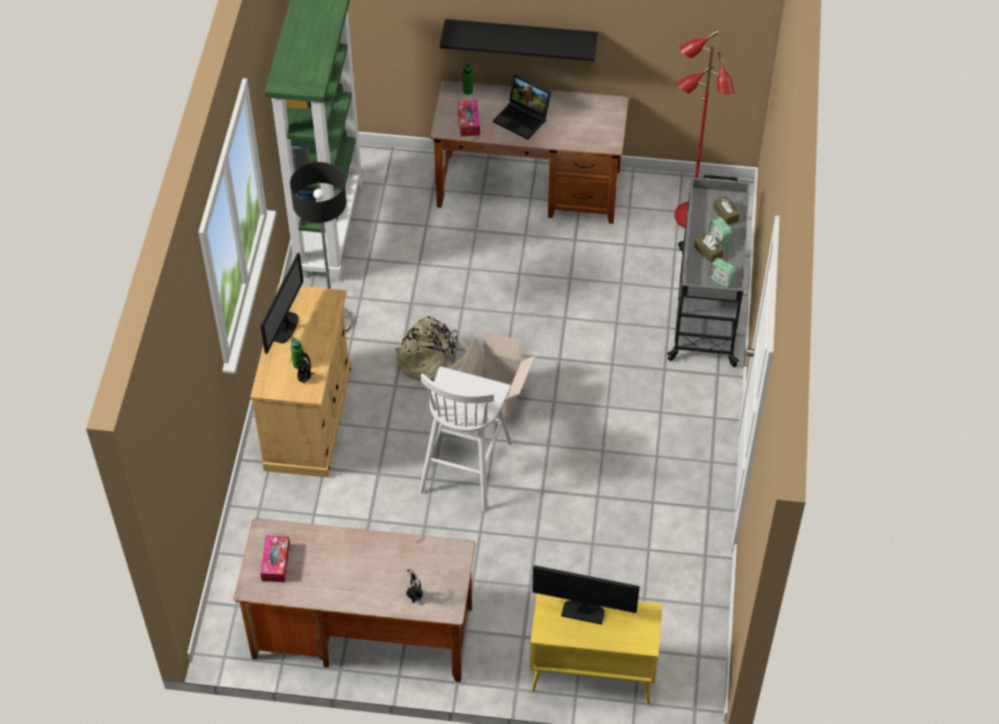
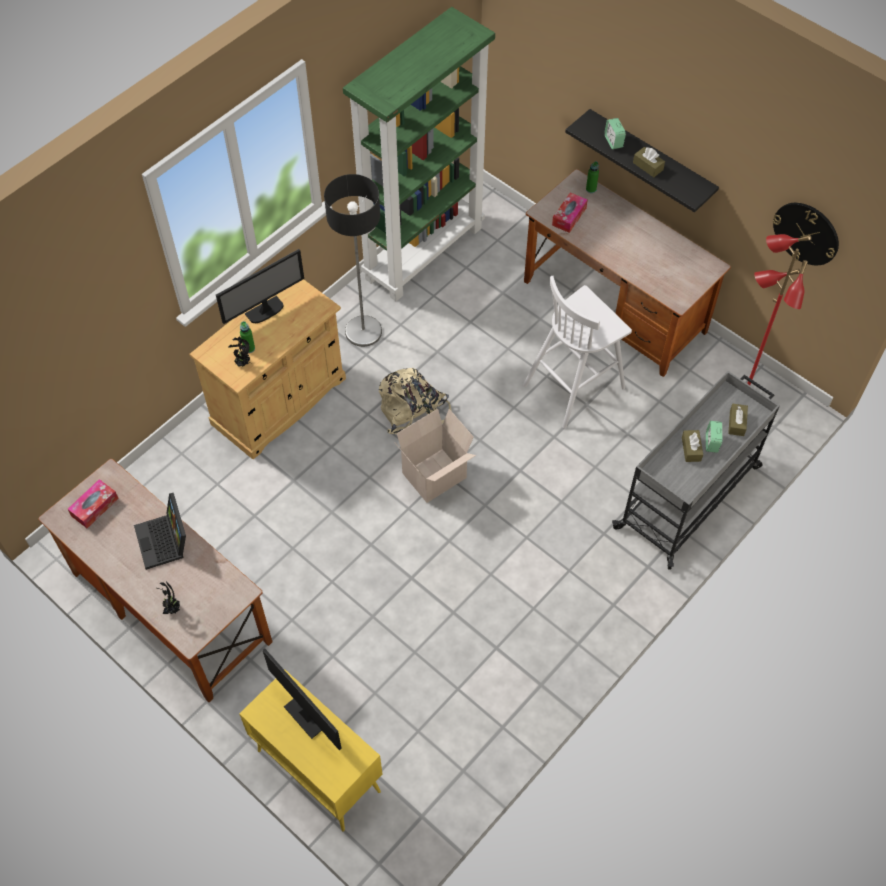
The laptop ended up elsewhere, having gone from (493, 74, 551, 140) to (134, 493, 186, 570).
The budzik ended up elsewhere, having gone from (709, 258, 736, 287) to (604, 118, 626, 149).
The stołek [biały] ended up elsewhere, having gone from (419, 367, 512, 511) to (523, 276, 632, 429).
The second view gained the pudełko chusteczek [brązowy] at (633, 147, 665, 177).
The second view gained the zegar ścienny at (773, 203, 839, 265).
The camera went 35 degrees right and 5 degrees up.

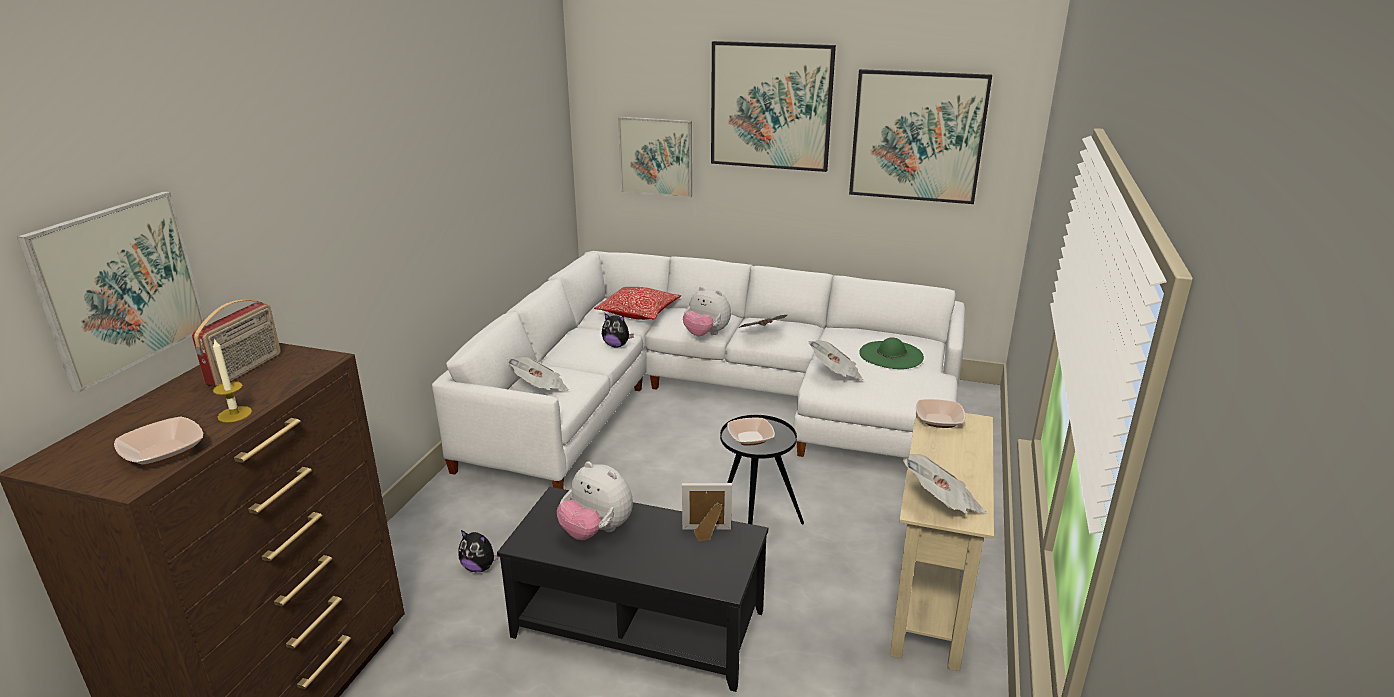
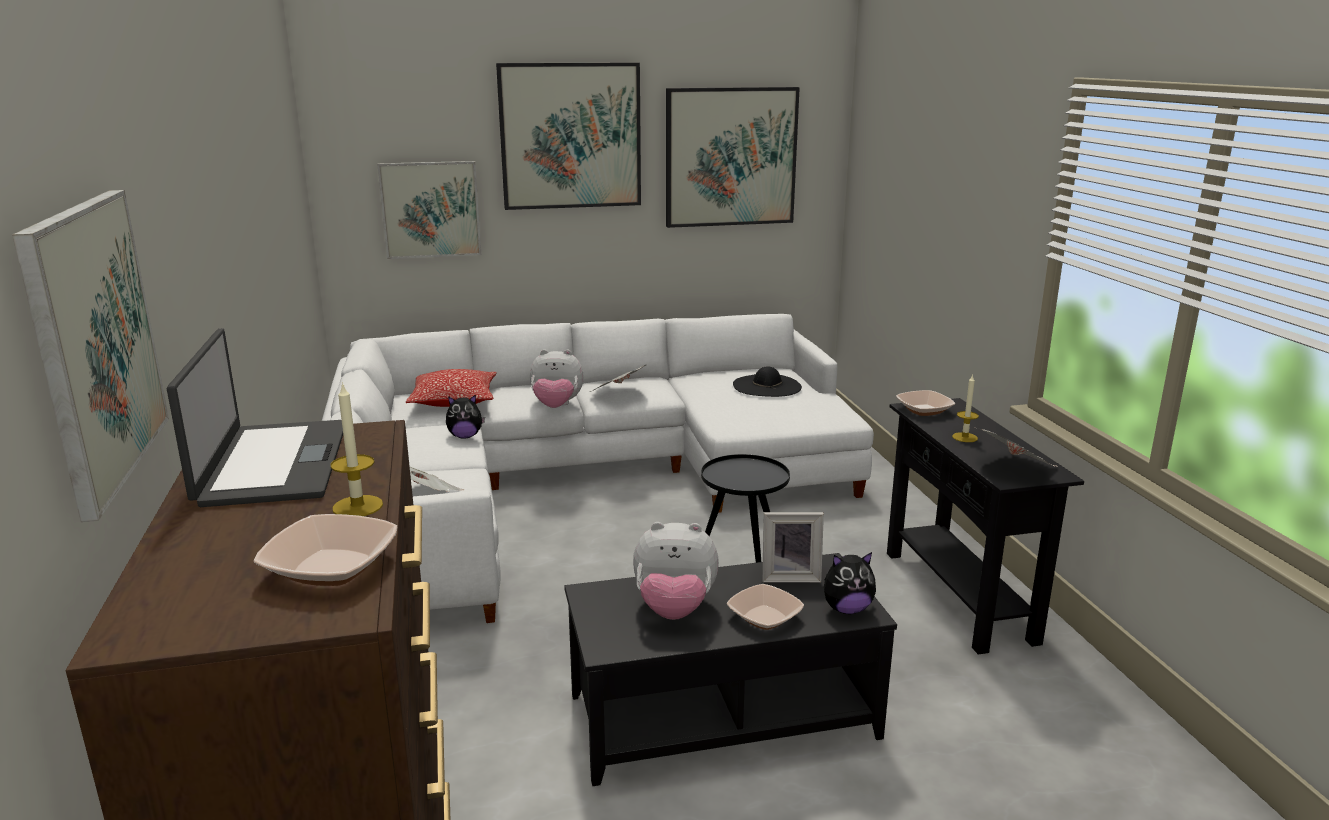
Where the radio stood at (192, 300, 281, 387), the laptop came to stand at (167, 328, 343, 507).
What was the kapelusz [zielony] at (859, 337, 924, 369) turned into the kapelusz [czarny] at (733, 366, 802, 397).
The second view lost the gazeta at (809, 340, 863, 380).
What was the stolik konsolowy [beżowy] at (890, 412, 994, 671) turned into the stolik konsolowy [czarny] at (887, 398, 1084, 655).
The miska ended up elsewhere, having gone from (727, 418, 775, 446) to (727, 584, 804, 630).
The ramka na zdjęcie at (682, 483, 732, 541) ended up facing another way, 150 degrees counterclockwise from before.
The pluszak ended up elsewhere, having gone from (458, 530, 500, 572) to (824, 552, 876, 614).
The second view gained the świeca at (952, 374, 979, 442).
The camera went 30 degrees left and 5 degrees down.

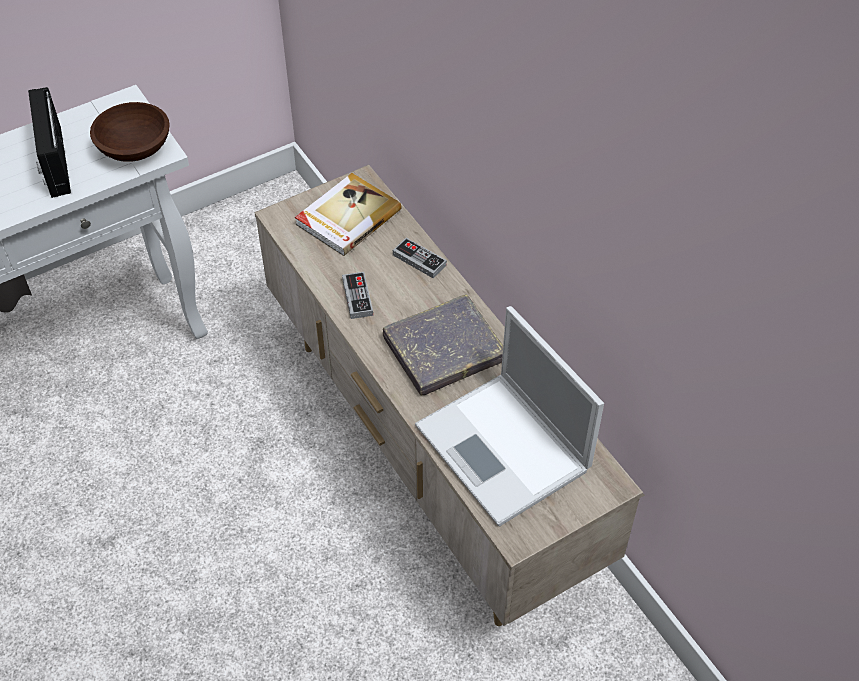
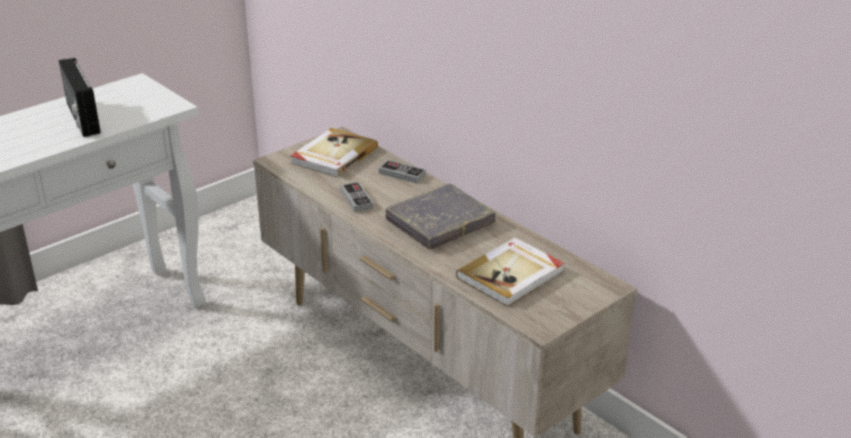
The second view lost the miska [brązowy] at (90, 102, 170, 162).
Where the laptop stood at (415, 306, 604, 526), the książka came to stand at (456, 238, 565, 307).
The camera went 10 degrees left and 20 degrees down.

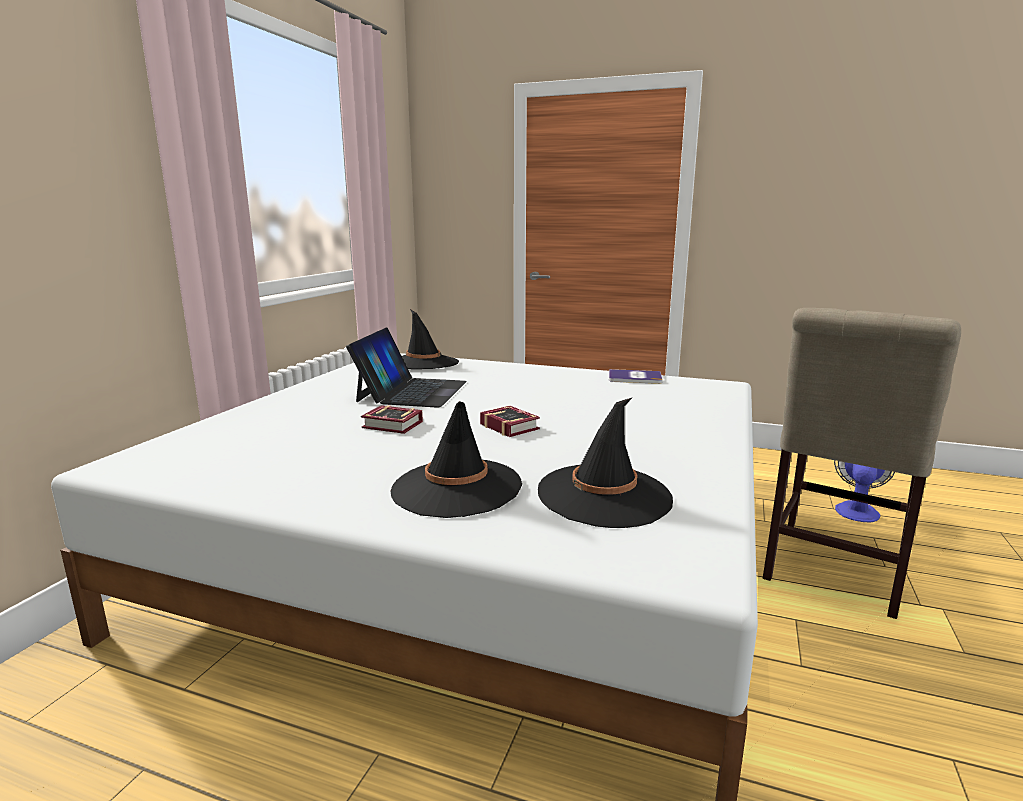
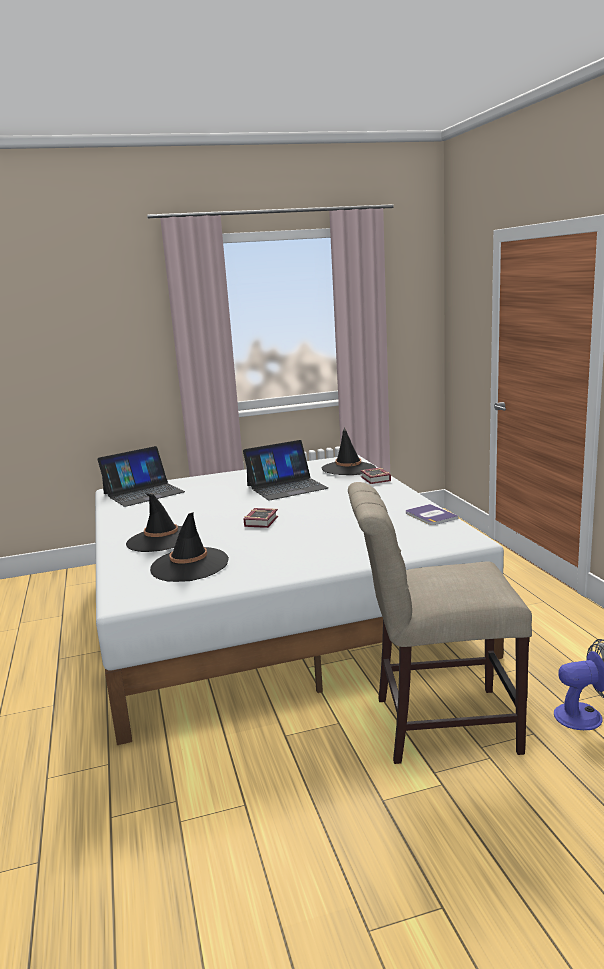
The książka ended up elsewhere, having gone from (361, 405, 423, 434) to (360, 468, 391, 484).
The second view gained the laptop at (97, 446, 185, 507).
The camera went 55 degrees right and 0 degrees up.

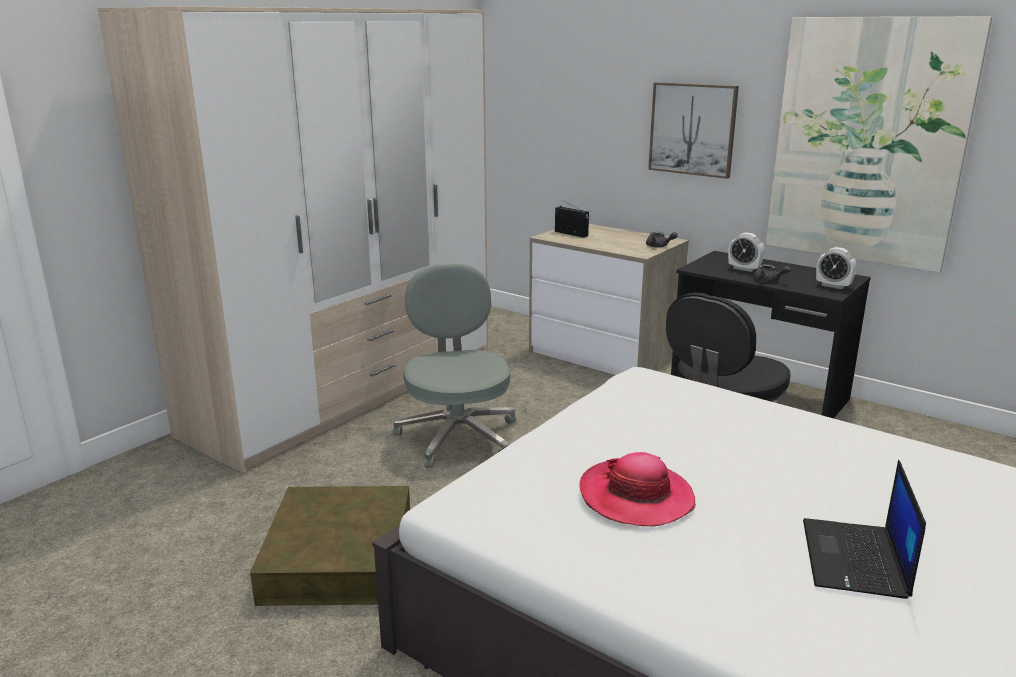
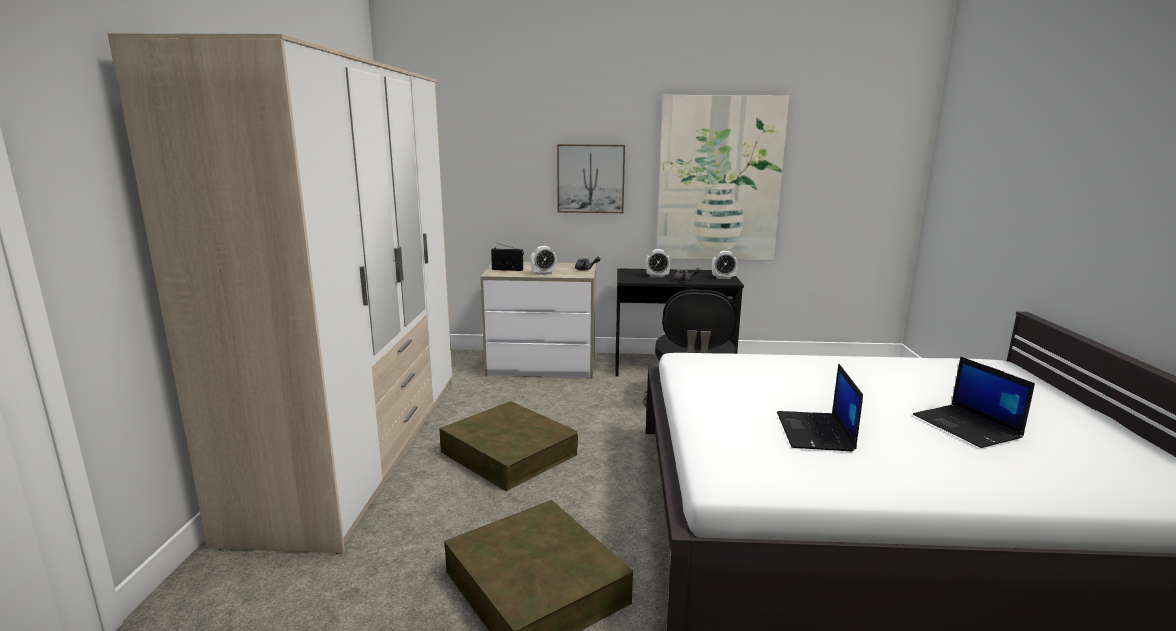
Where the krzesło biurowe [szary] stood at (393, 263, 516, 468), the pojemnik do przechowywania [brązowy] came to stand at (439, 401, 578, 491).
Where the kapelusz stood at (579, 452, 696, 526), the laptop came to stand at (777, 363, 863, 452).
The second view gained the budzik at (531, 246, 557, 275).
The camera went 35 degrees left and 5 degrees down.

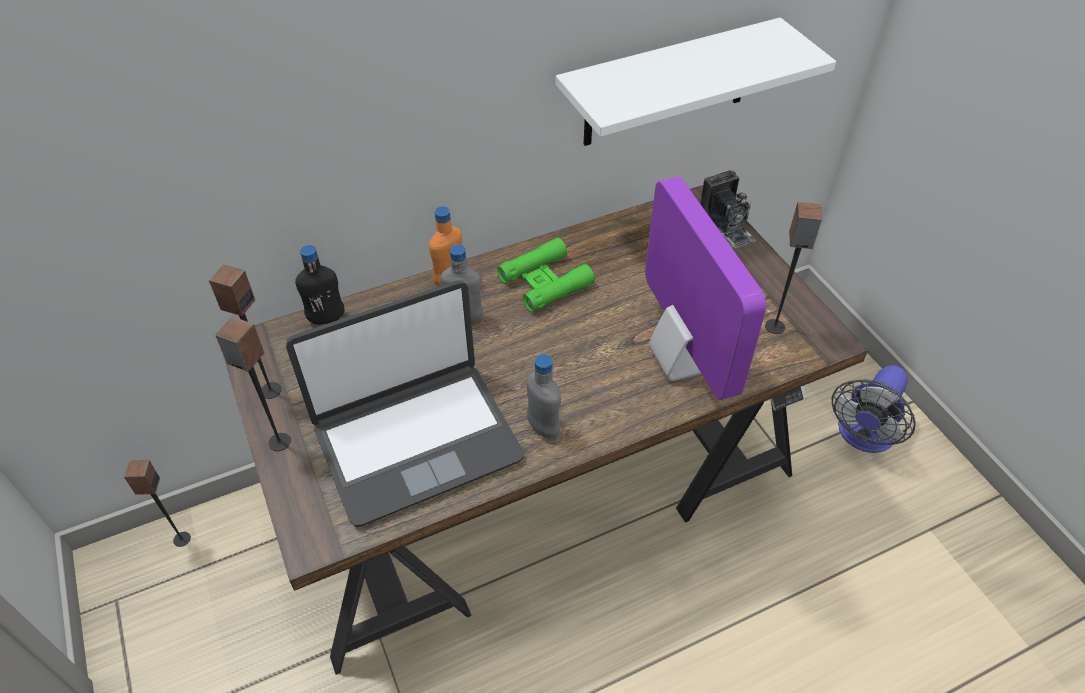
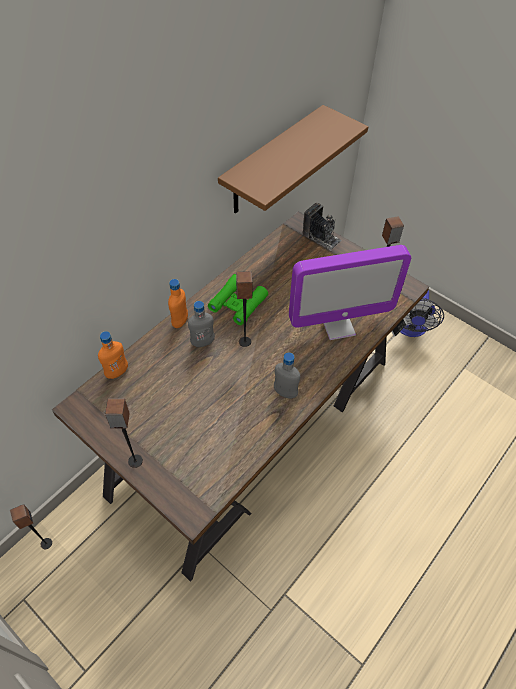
What was the półka [biały] at (556, 18, 836, 146) turned into the półka [brązowy] at (218, 105, 368, 214).
The monitor at (645, 177, 766, 400) ended up facing another way, 120 degrees clockwise from before.
What was the butelka [czarny] at (295, 245, 345, 324) turned into the butelka [pomarańczowy] at (98, 331, 128, 379).
The głośnik ended up elsewhere, having gone from (209, 265, 282, 399) to (236, 271, 252, 347).
The second view lost the laptop at (286, 281, 524, 527).
The camera went 25 degrees left and 5 degrees up.

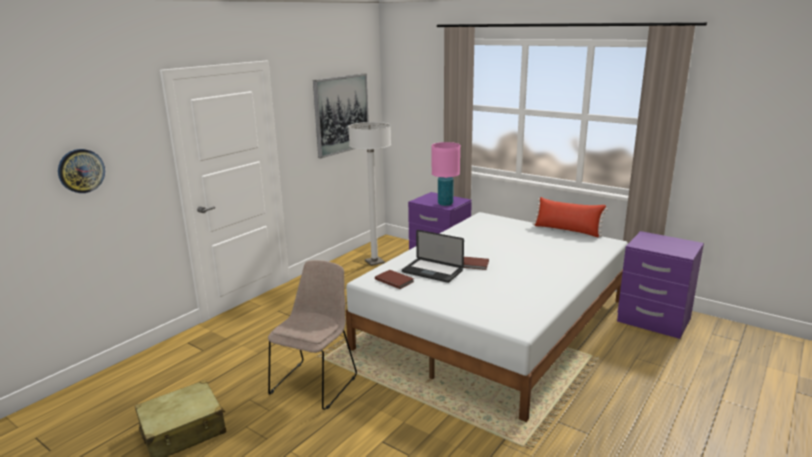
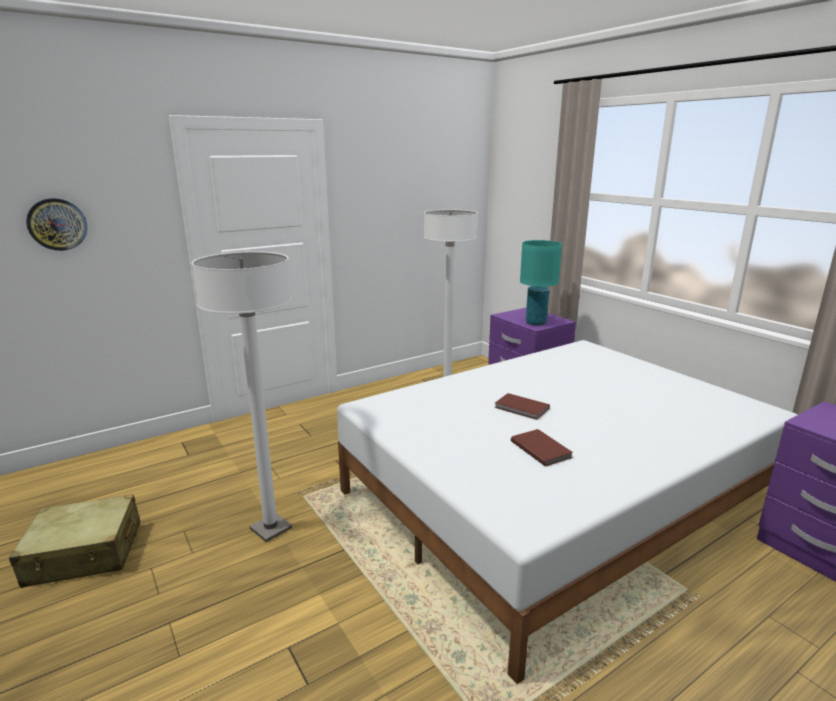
The second view lost the obraz at (313, 74, 369, 158).
What was the lampa stołowa [różowy] at (432, 142, 460, 206) turned into the lampa stołowa [turkusowy] at (520, 240, 562, 325).
The second view lost the poduszka [czerwony] at (533, 197, 608, 237).
The second view lost the laptop at (402, 230, 464, 283).
Where the krzesło [beżowy] stood at (268, 260, 357, 410), the lampa stojąca [biały] came to stand at (192, 251, 292, 542).
The książka [brązowy] ended up elsewhere, having gone from (375, 270, 414, 289) to (511, 429, 573, 466).
The camera went 20 degrees right and 0 degrees up.

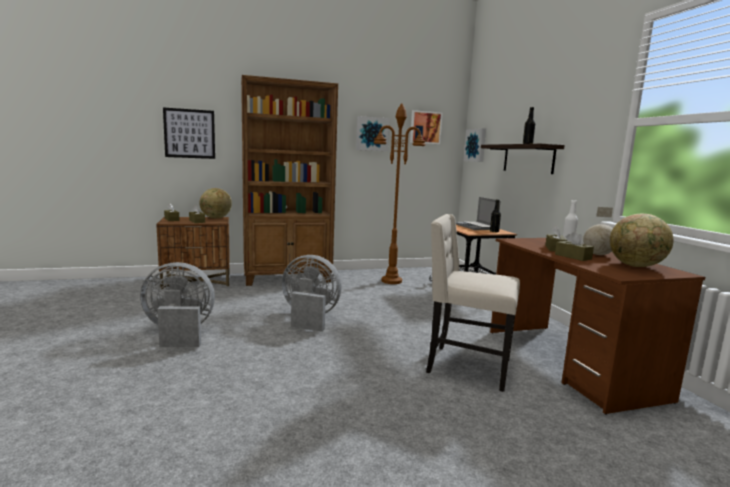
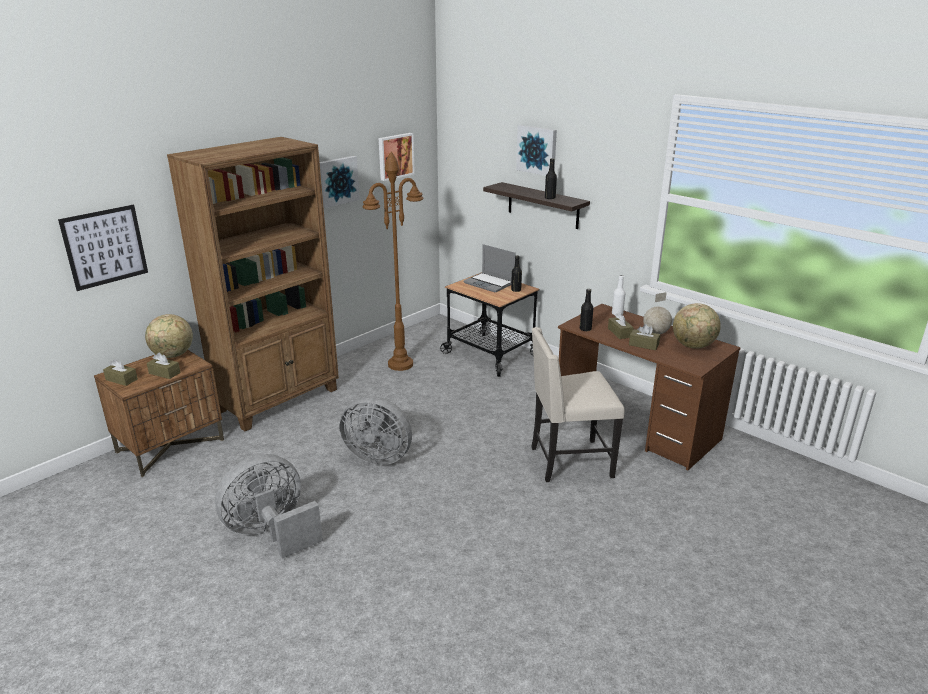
The obraz ended up elsewhere, having gone from (464, 128, 486, 162) to (516, 125, 557, 176).
The wentylator [szary] at (282, 255, 342, 332) ended up facing another way, 150 degrees counterclockwise from before.
The second view gained the butelka [czarny] at (580, 289, 593, 332).
The camera went 30 degrees left and 15 degrees up.

